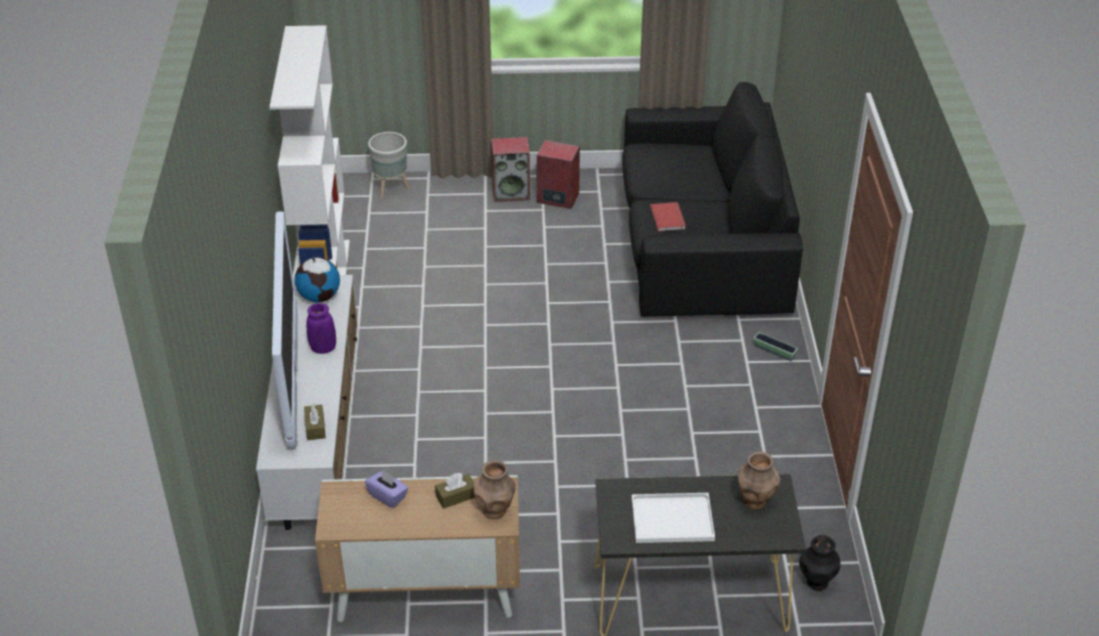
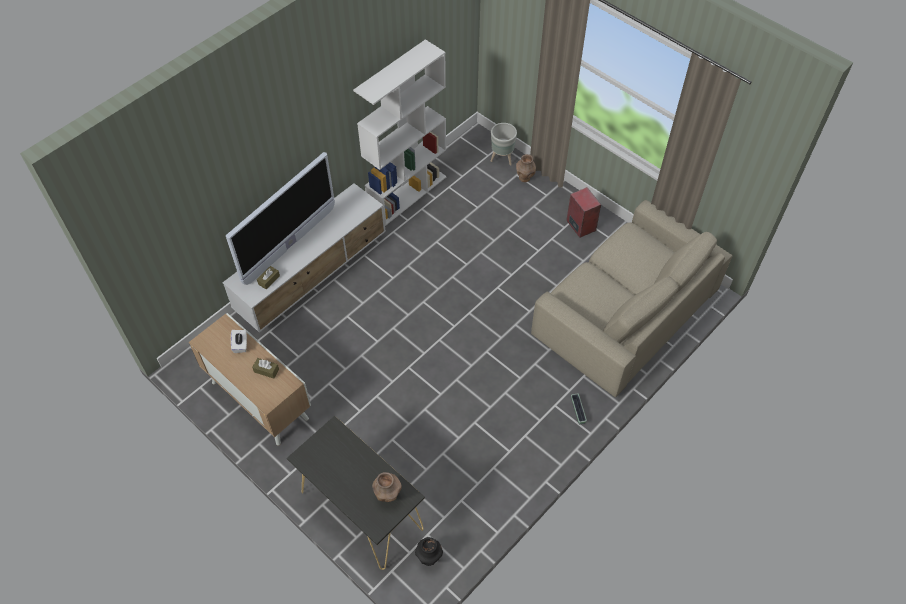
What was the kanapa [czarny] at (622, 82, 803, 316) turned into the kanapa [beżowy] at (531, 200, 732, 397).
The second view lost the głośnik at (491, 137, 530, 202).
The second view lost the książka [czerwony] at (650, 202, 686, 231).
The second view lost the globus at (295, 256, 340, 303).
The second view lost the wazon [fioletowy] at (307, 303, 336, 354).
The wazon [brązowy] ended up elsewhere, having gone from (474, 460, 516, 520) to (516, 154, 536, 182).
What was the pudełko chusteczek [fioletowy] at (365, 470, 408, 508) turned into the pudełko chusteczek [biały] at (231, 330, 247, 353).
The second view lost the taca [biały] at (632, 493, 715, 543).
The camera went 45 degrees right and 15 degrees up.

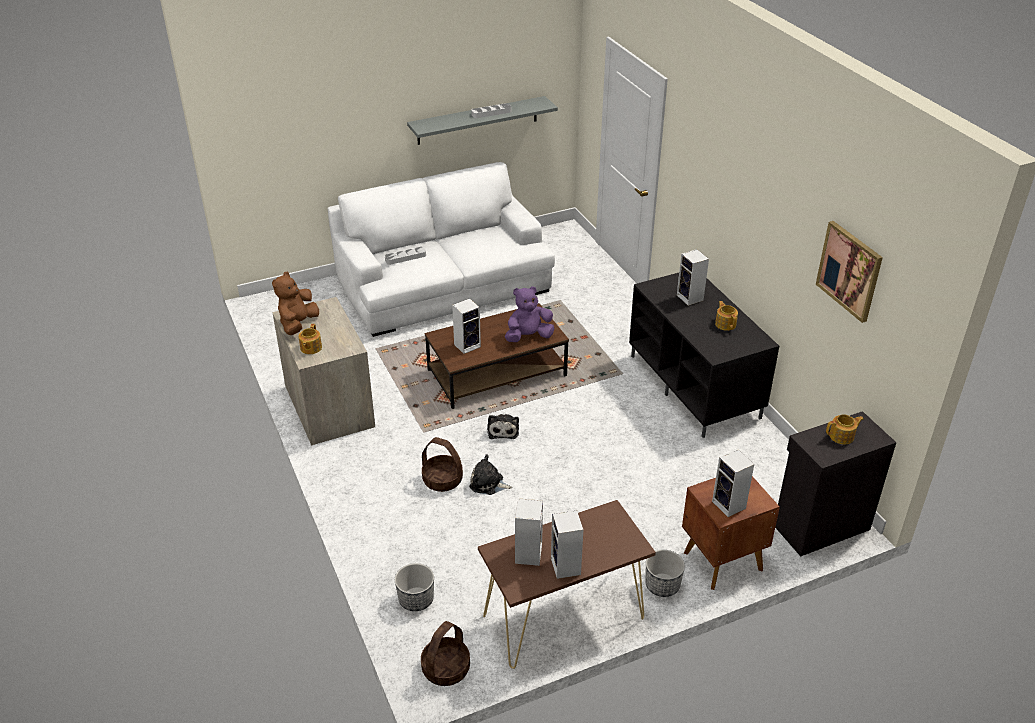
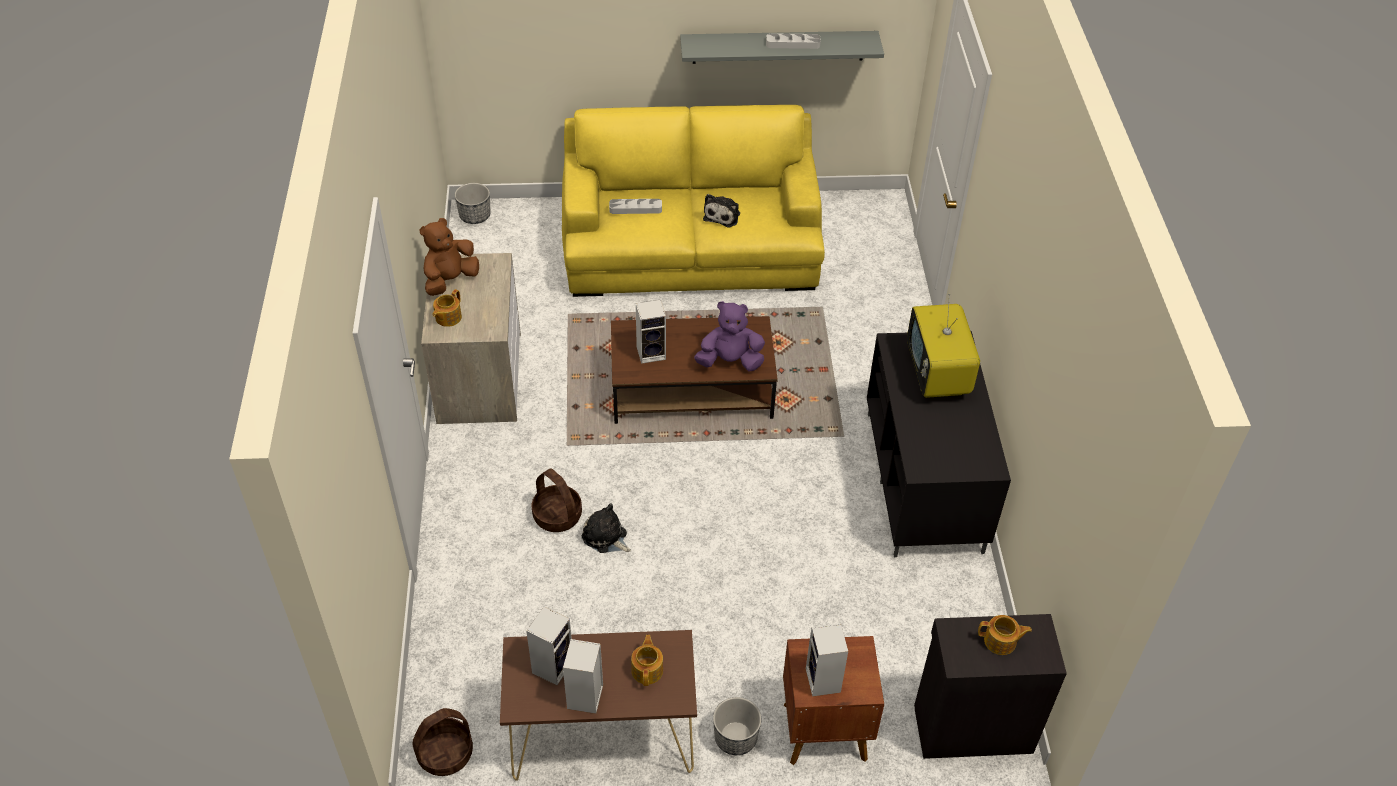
What was the kanapa [biały] at (328, 162, 555, 337) turned into the kanapa [żółty] at (562, 105, 825, 297).
The second view lost the obraz at (816, 221, 883, 323).
Where the głośnik stood at (677, 249, 709, 306), the telewizor came to stand at (907, 294, 980, 398).
The imbryk ended up elsewhere, having gone from (715, 301, 738, 331) to (631, 635, 663, 686).
The pluszak ended up elsewhere, having gone from (487, 414, 519, 439) to (703, 194, 740, 227).
The donica ended up elsewhere, having gone from (395, 563, 434, 611) to (455, 183, 491, 224).
The camera went 20 degrees right and 10 degrees up.

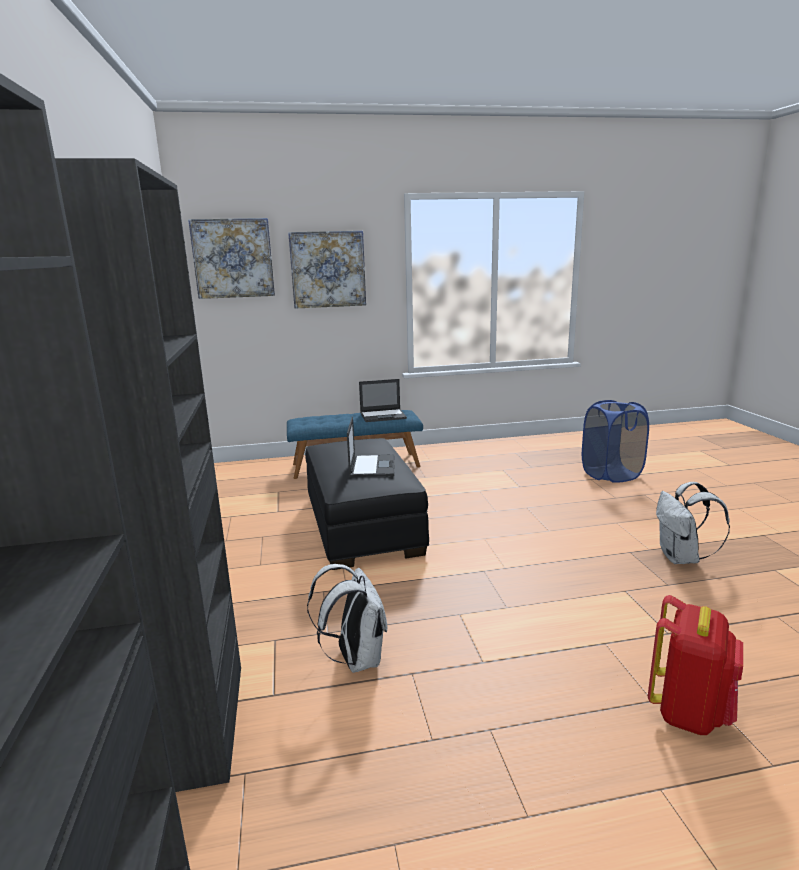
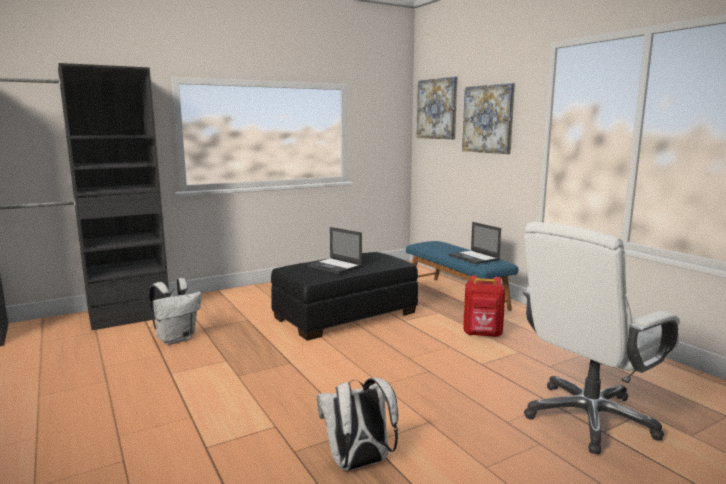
Where the kosz na pranie [niebieski] stood at (582, 400, 649, 483), the krzesło biurowe [biały] came to stand at (523, 222, 680, 454).
The laptop at (347, 417, 395, 477) ended up facing another way, 60 degrees clockwise from before.
The plecak [czerwony] ended up elsewhere, having gone from (648, 595, 743, 735) to (463, 276, 505, 337).
The camera went 70 degrees right and 5 degrees down.

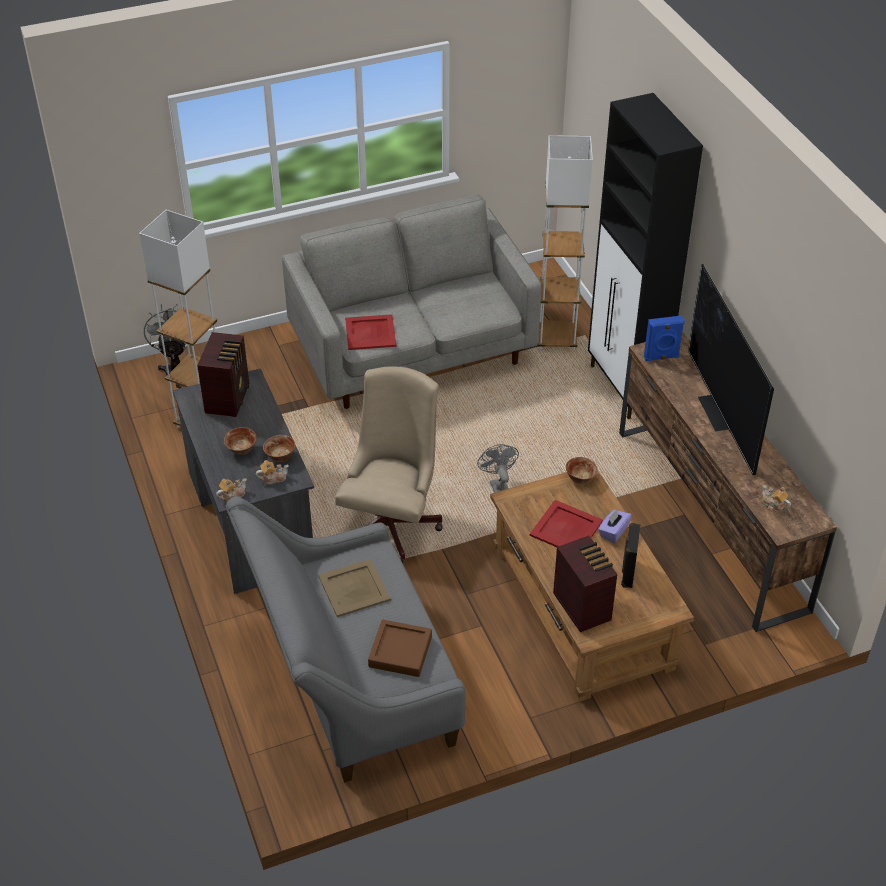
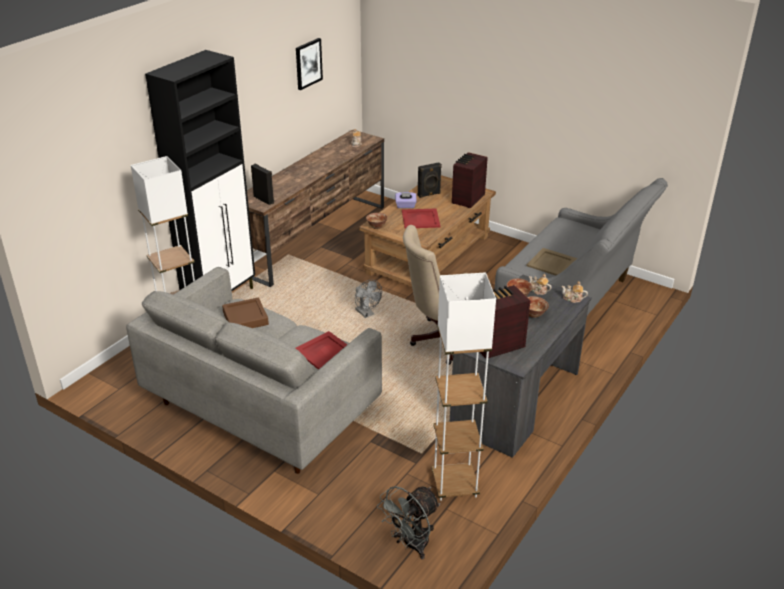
The second view lost the telewizor at (688, 264, 774, 475).
What was the głośnik [niebieski] at (644, 315, 685, 362) turned into the głośnik [czarny] at (251, 163, 274, 205).
The wentylator [szary] at (477, 444, 519, 493) ended up facing another way, 75 degrees counterclockwise from before.
The taca [brązowy] ended up elsewhere, having gone from (368, 620, 432, 677) to (222, 298, 269, 328).
The second view gained the obraz at (296, 38, 323, 90).
The camera went 125 degrees left and 10 degrees down.

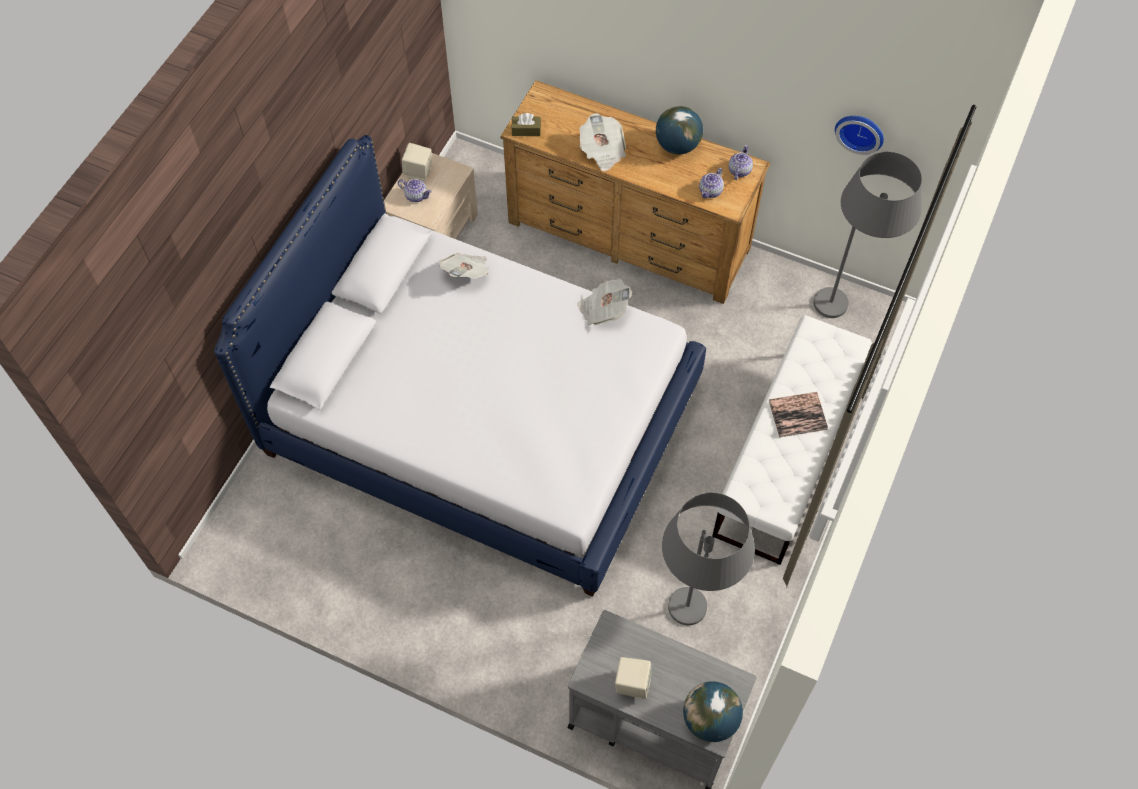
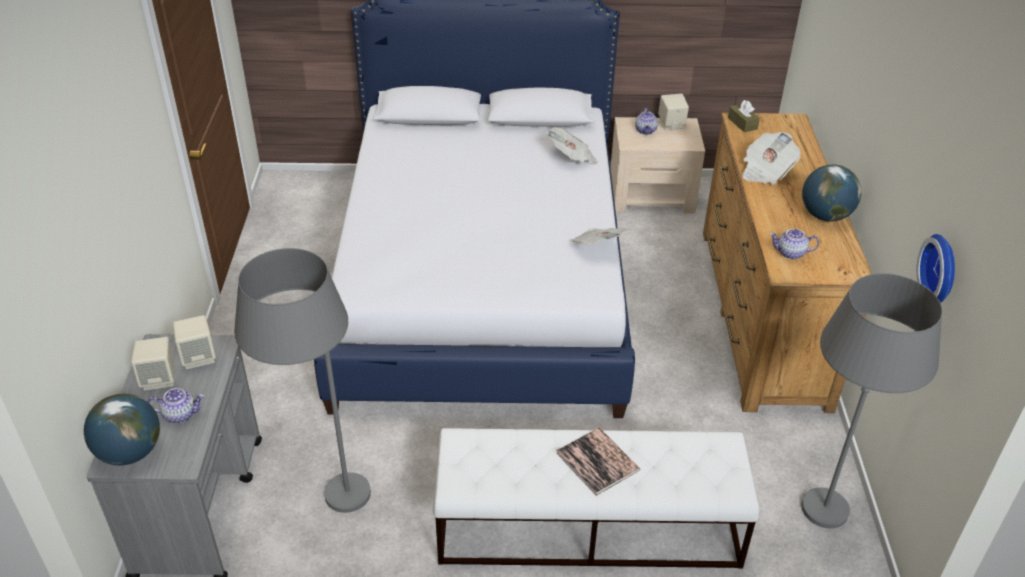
The imbryk ended up elsewhere, having gone from (729, 145, 753, 180) to (147, 388, 204, 423).
The second view gained the głośnik [beżowy] at (173, 315, 216, 369).
The camera went 65 degrees right and 20 degrees down.

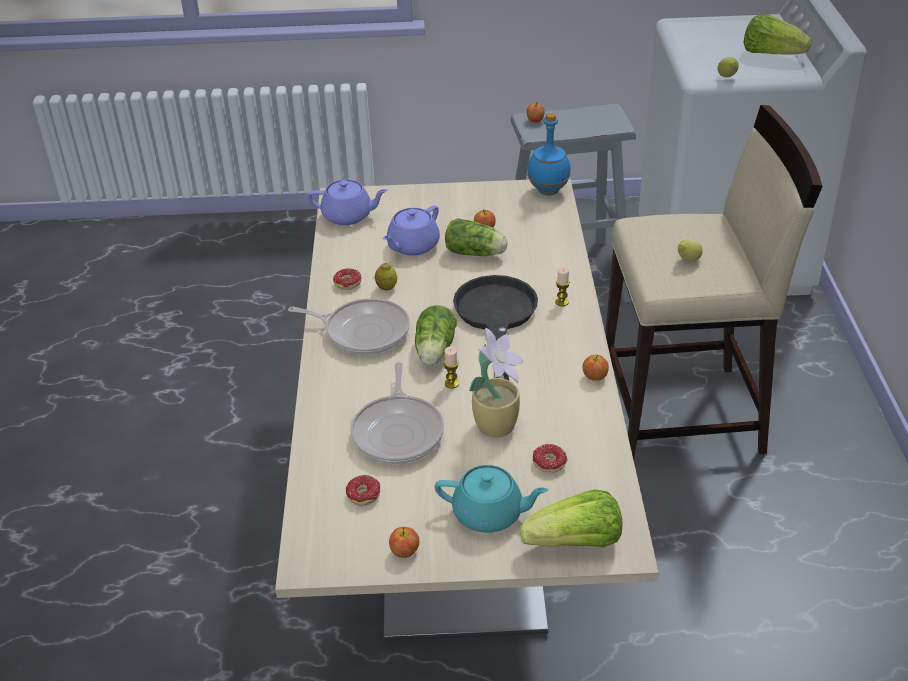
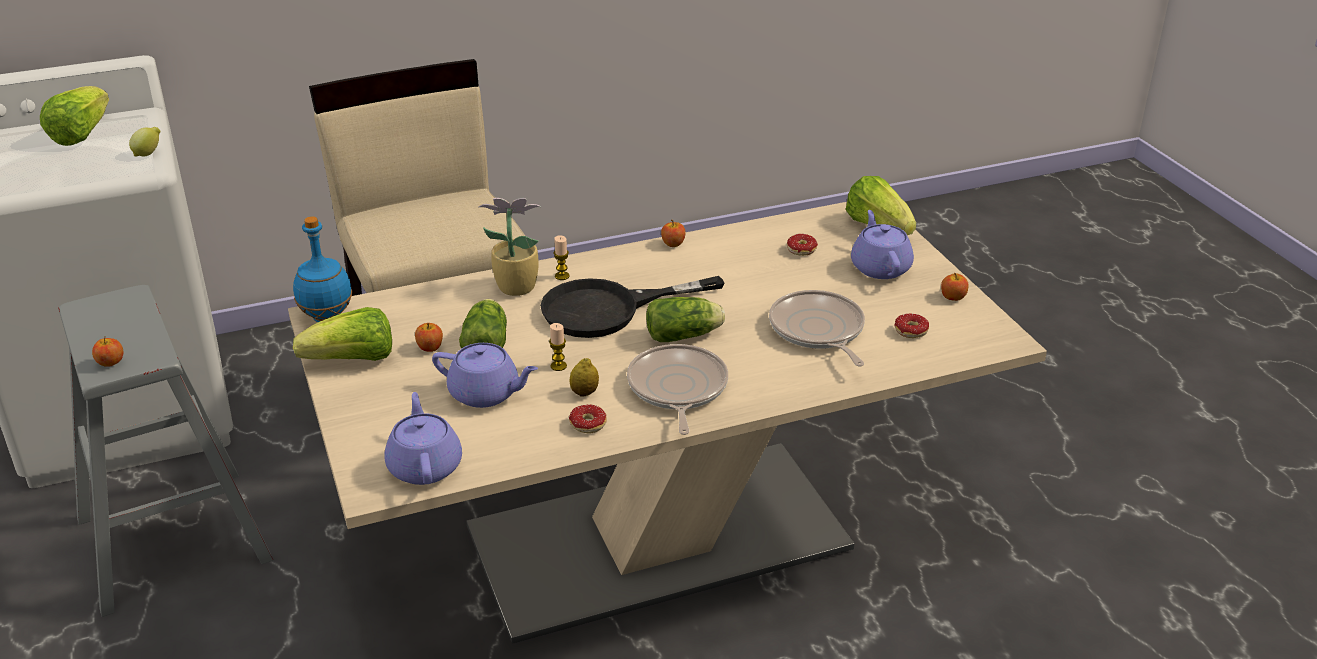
The second view lost the cytryna at (678, 239, 703, 261).
The roślina doniczkowa ended up elsewhere, having gone from (469, 328, 523, 438) to (478, 198, 541, 296).
The świeca ended up elsewhere, having gone from (444, 346, 459, 389) to (549, 323, 567, 371).
The patelnia at (350, 362, 444, 464) ended up facing another way, 90 degrees counterclockwise from before.
What was the imbryk [turkusowy] at (435, 465, 548, 533) turned into the imbryk [fioletowy] at (851, 210, 914, 279).
The second view gained the sałata at (293, 307, 392, 361).
The camera went 110 degrees left and 5 degrees down.

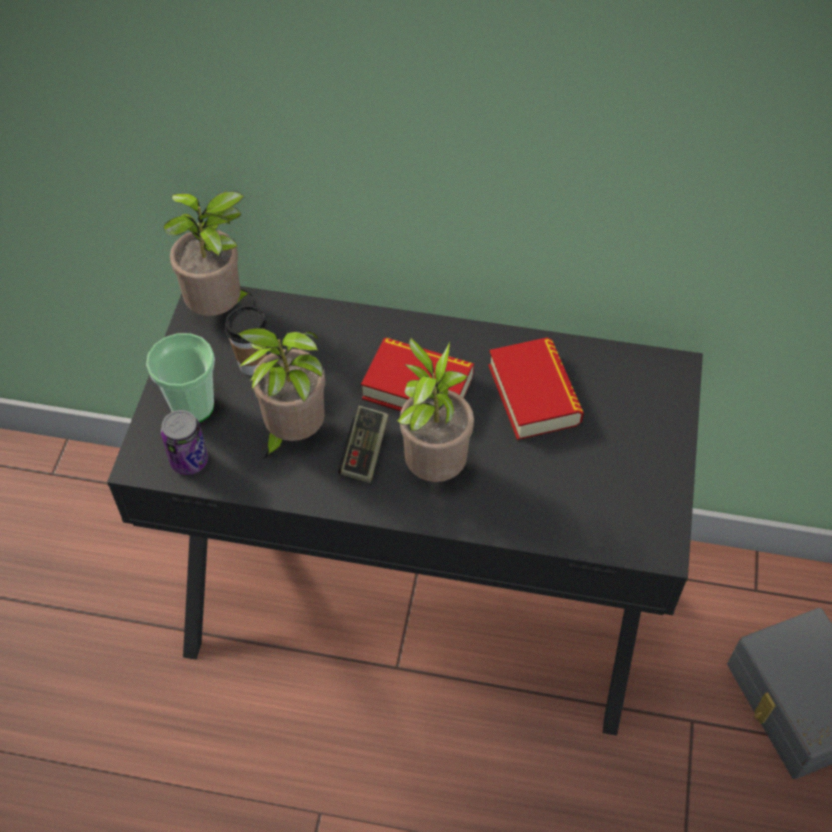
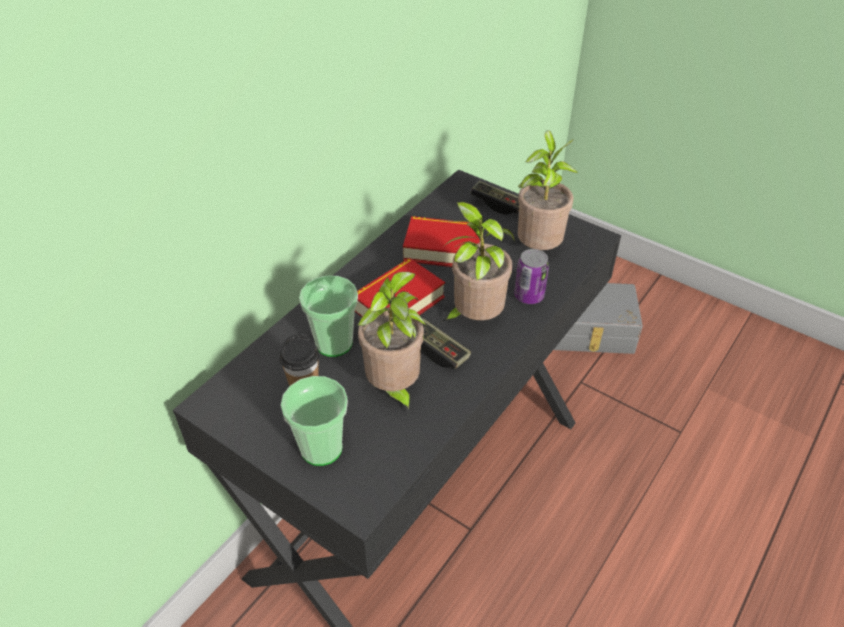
The roślina doniczkowa ended up elsewhere, having gone from (164, 191, 254, 316) to (518, 131, 578, 250).
The puszka ended up elsewhere, having gone from (161, 410, 208, 475) to (514, 249, 549, 304).
The second view gained the pad do gier at (470, 181, 519, 215).
The second view gained the filiżanka at (299, 275, 358, 357).
The camera went 65 degrees left and 10 degrees down.

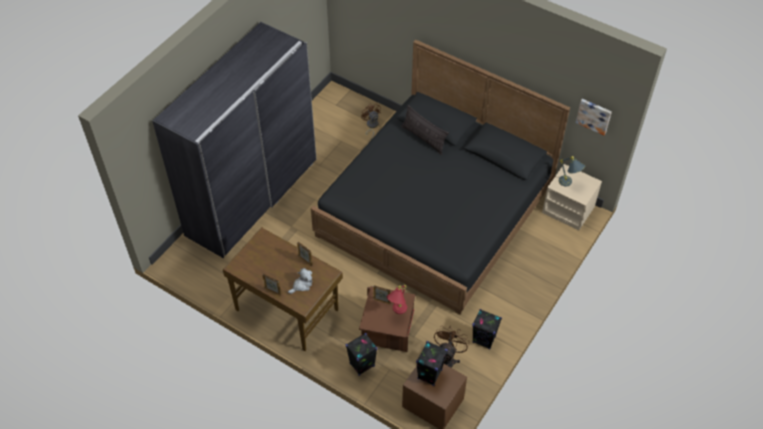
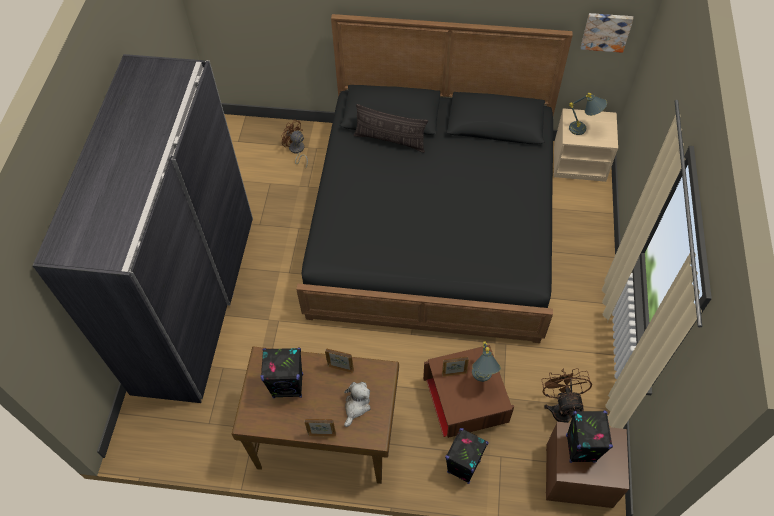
What was the lampa stołowa [czerwony] at (387, 285, 407, 314) turned into the lampa stołowa [szary] at (472, 341, 501, 382).
The głośnik [czarny] ended up elsewhere, having gone from (472, 309, 502, 349) to (260, 348, 303, 398).
The camera went 25 degrees left and 5 degrees up.

